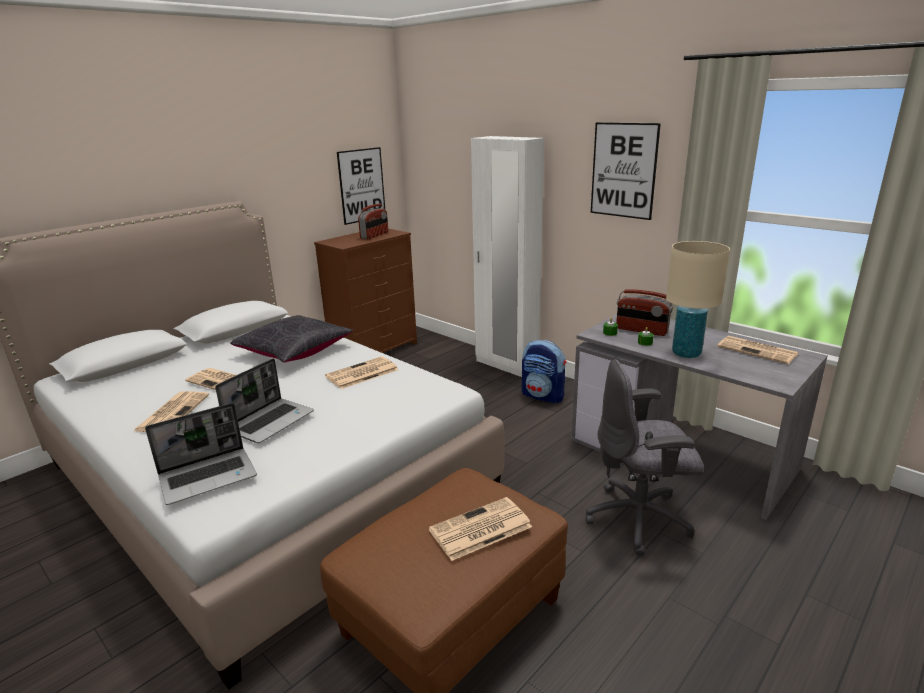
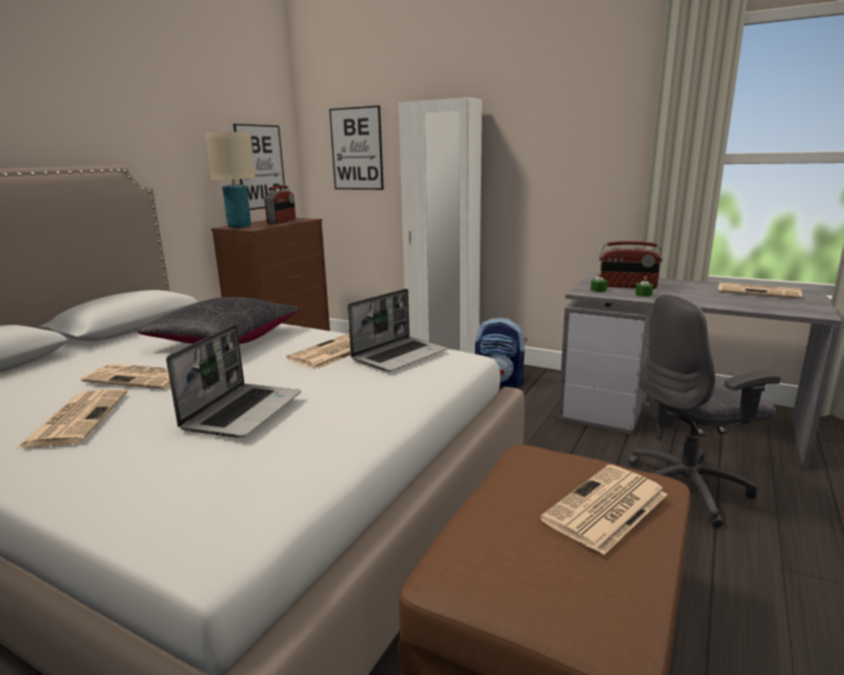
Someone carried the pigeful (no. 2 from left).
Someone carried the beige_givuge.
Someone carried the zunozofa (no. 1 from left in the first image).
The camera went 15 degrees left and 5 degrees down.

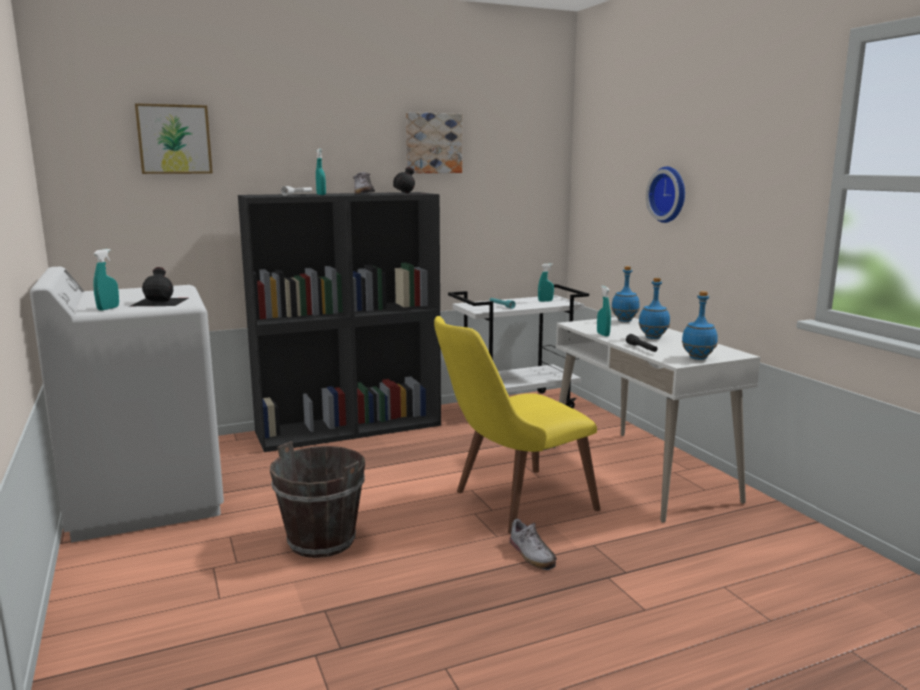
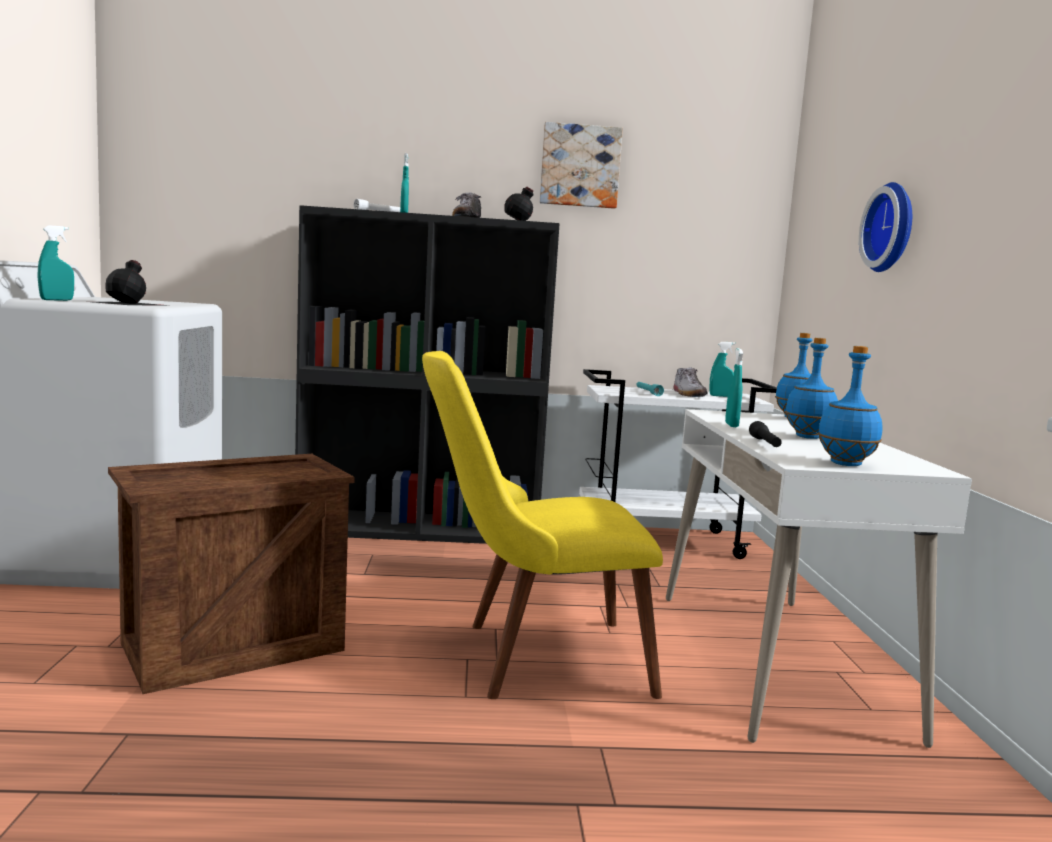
Someone took away the pigeful (no. 1 from left).
Someone swapped the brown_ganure for the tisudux.
Someone carried the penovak (no. 2 from left).
The camera went 20 degrees right and 5 degrees down.

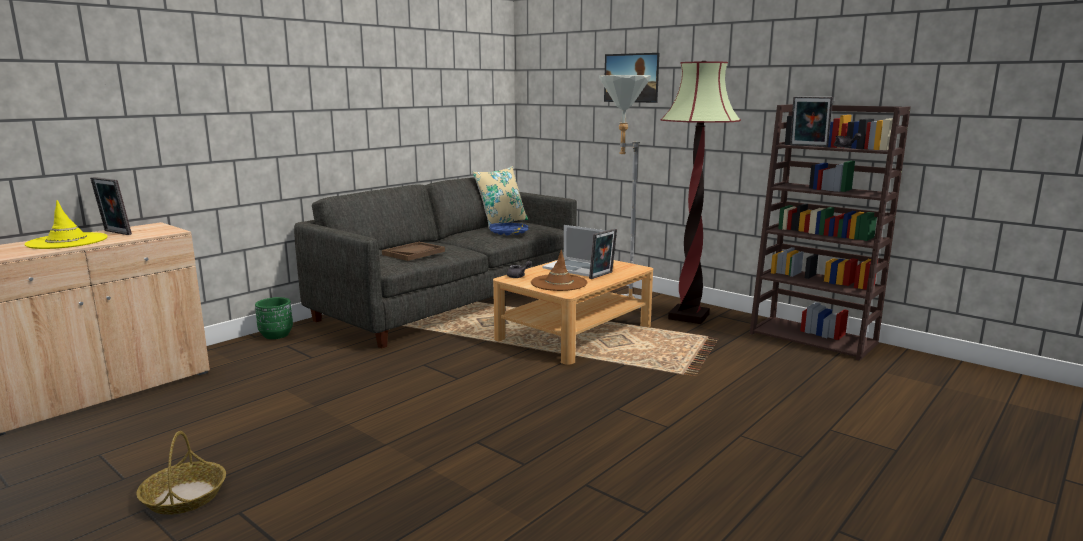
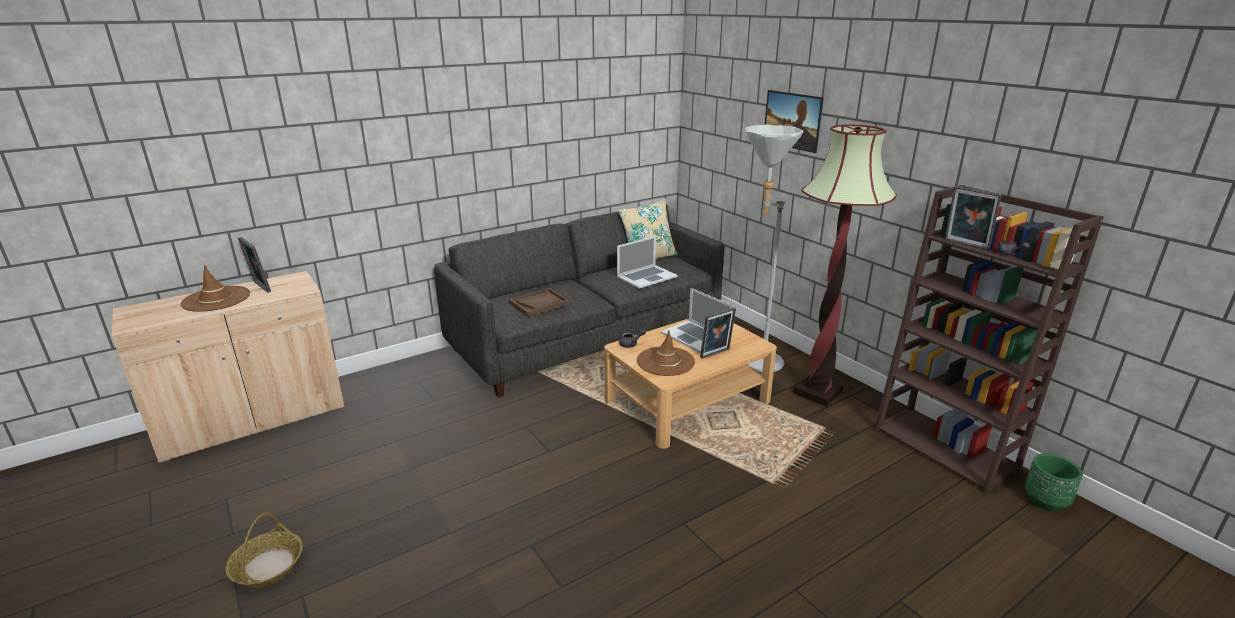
Someone repainted the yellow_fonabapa, which became the brown_fonabapa (no. 1 from left).
Someone swapped the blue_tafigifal for the zunozofa (no. 1 from left).
Someone carried the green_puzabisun.
The camera went 15 degrees right and 10 degrees up.

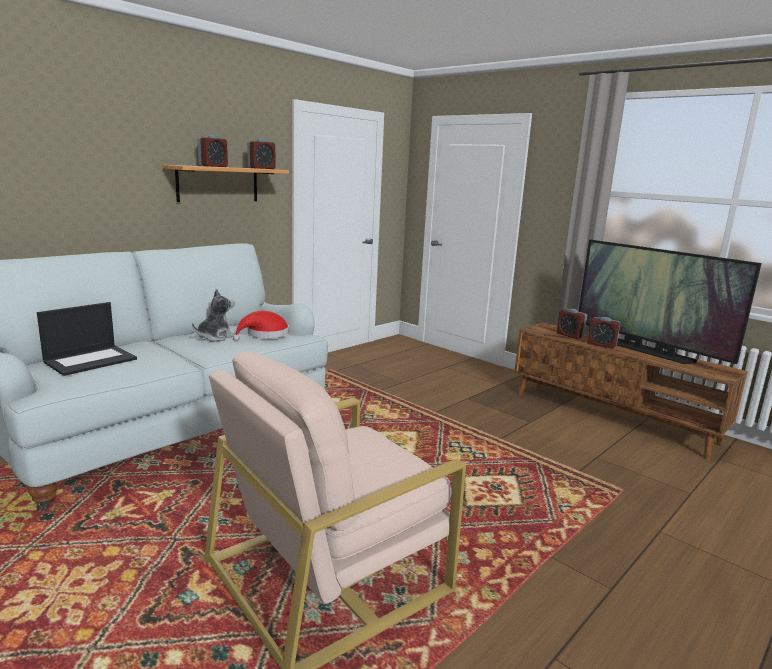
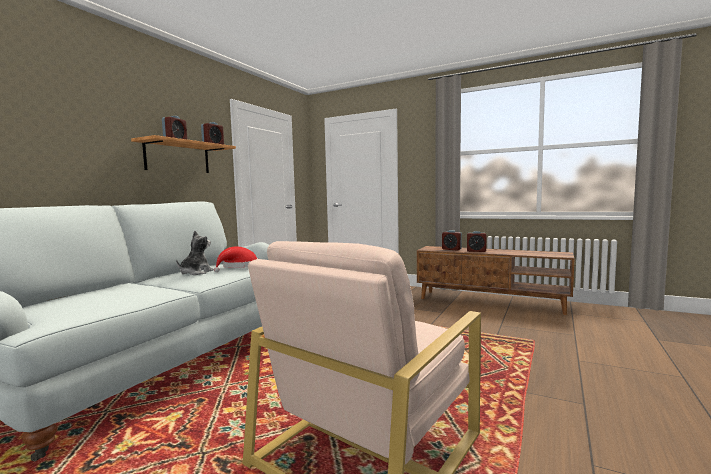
Someone took away the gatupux.
Someone took away the zunozofa.
The camera went 15 degrees left and 10 degrees down.

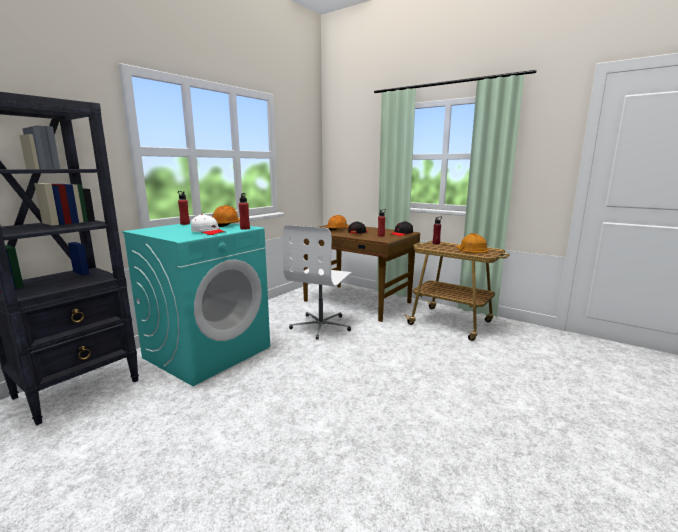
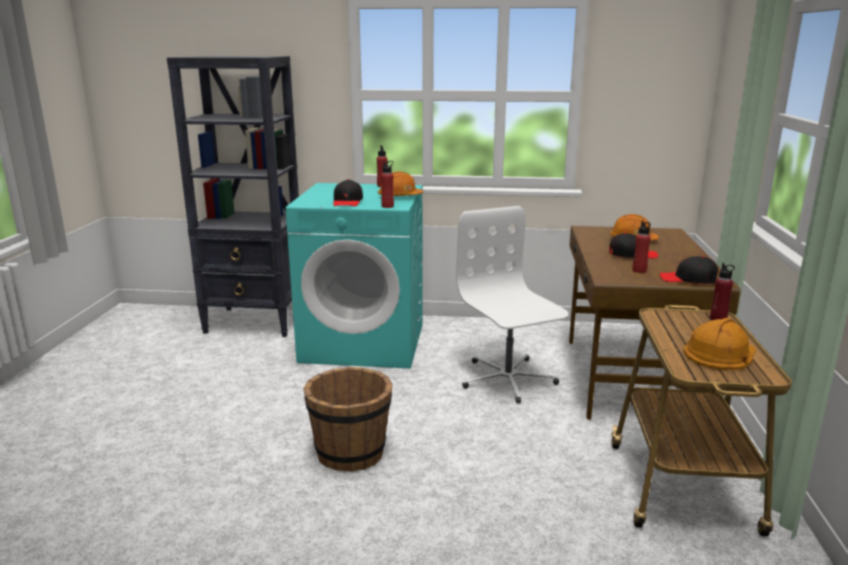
Someone repainted the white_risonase, which became the black_risonase (no. 1 from left).
Someone rotated the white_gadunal by 75 degrees clockwise.
Someone put down the brown_ganure.
The camera went 60 degrees right and 5 degrees up.

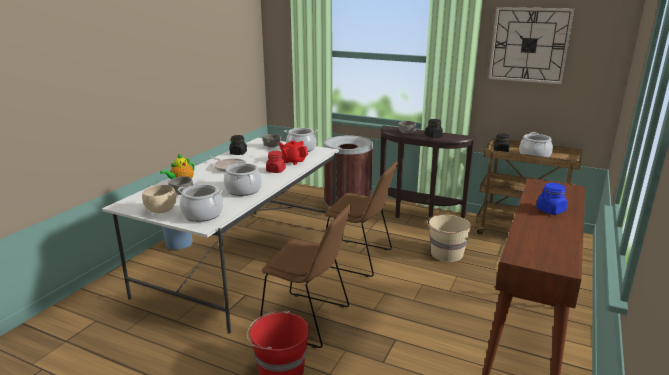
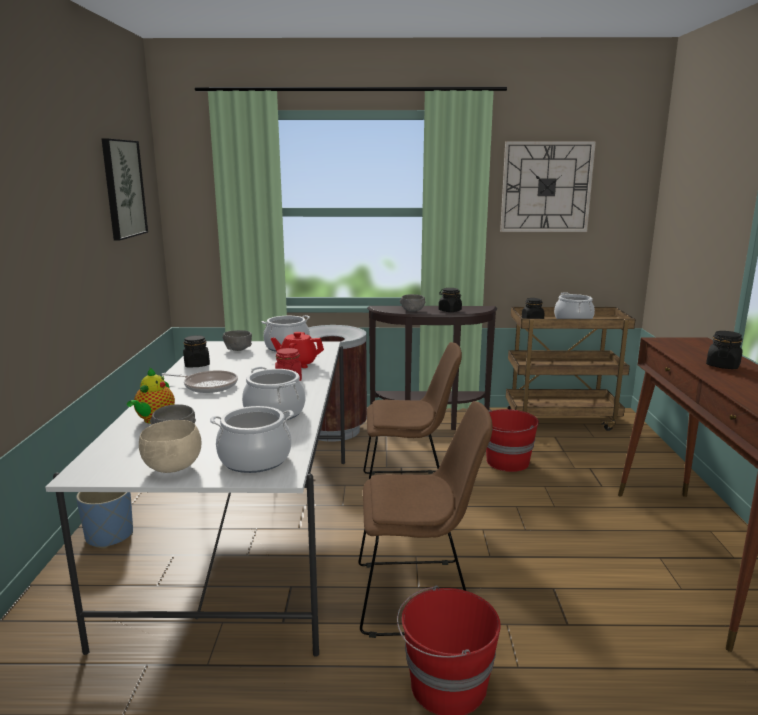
Someone repainted the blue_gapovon, which became the black_gapovon (no. 4 from left).
Someone repainted the beige_ganure, which became the red_ganure (no. 2 from left).
Someone put up the pigeful.
The camera went 25 degrees left and 5 degrees down.

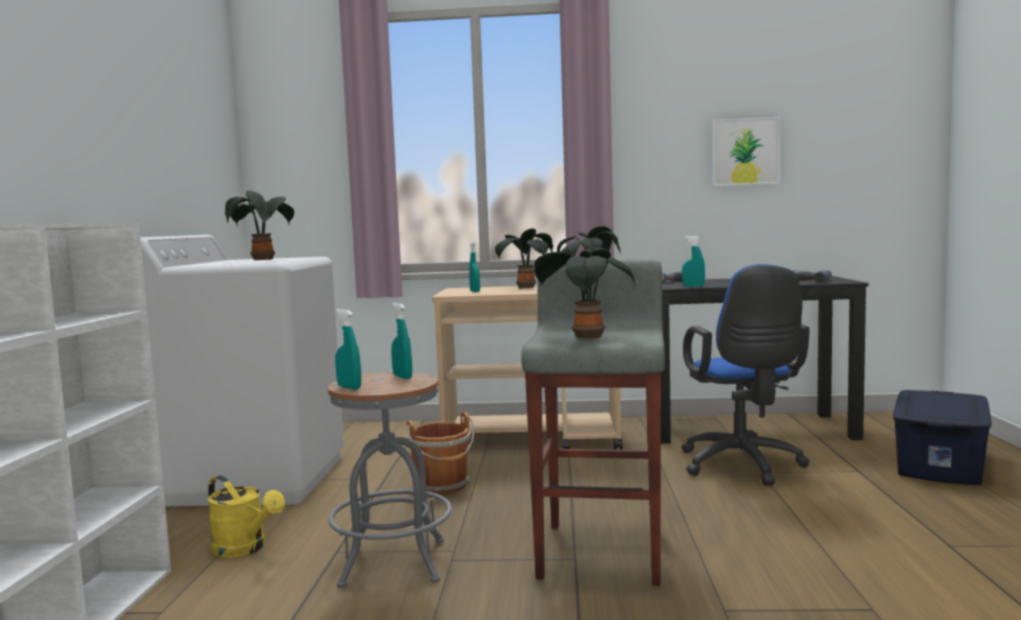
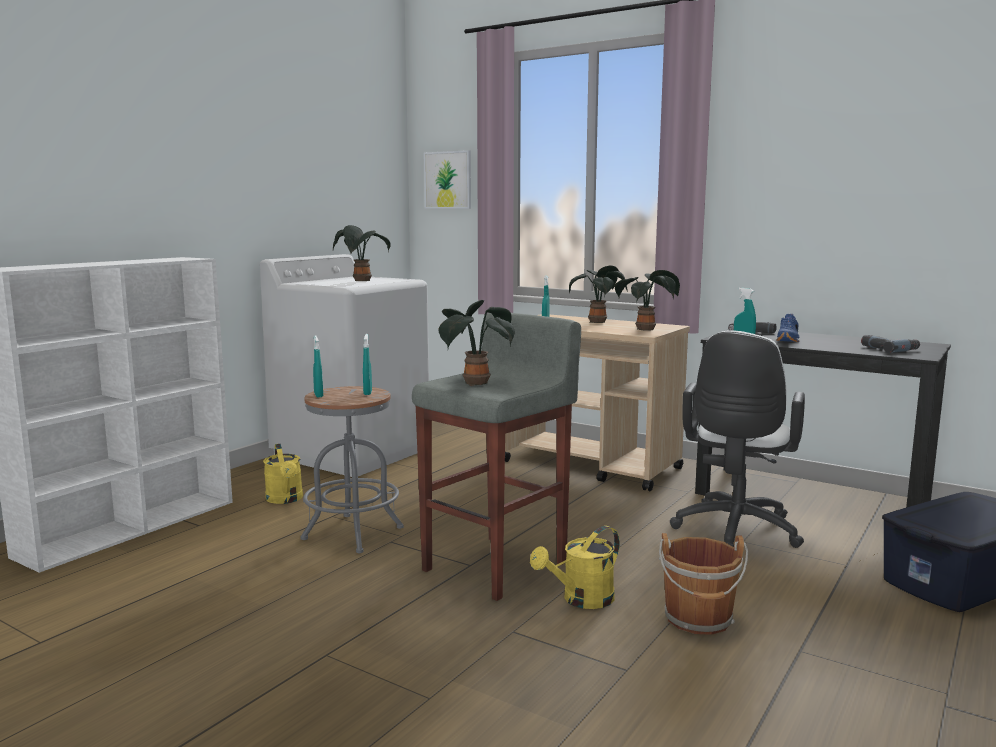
Someone carried the pigeful.
Someone repainted the blue_gadunal, which became the white_gadunal.
Someone carried the brown_ganure.
Someone put down the blue_penovak.
Someone put down the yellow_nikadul (no. 2 from left).
The camera went 30 degrees right and 5 degrees up.

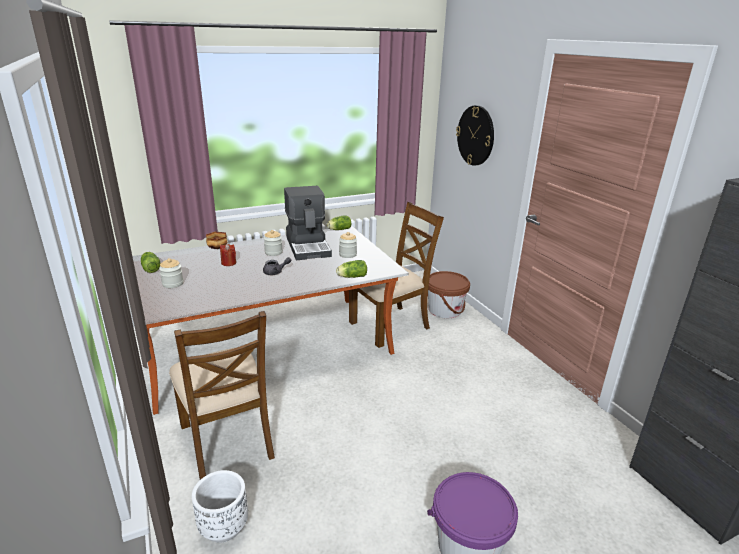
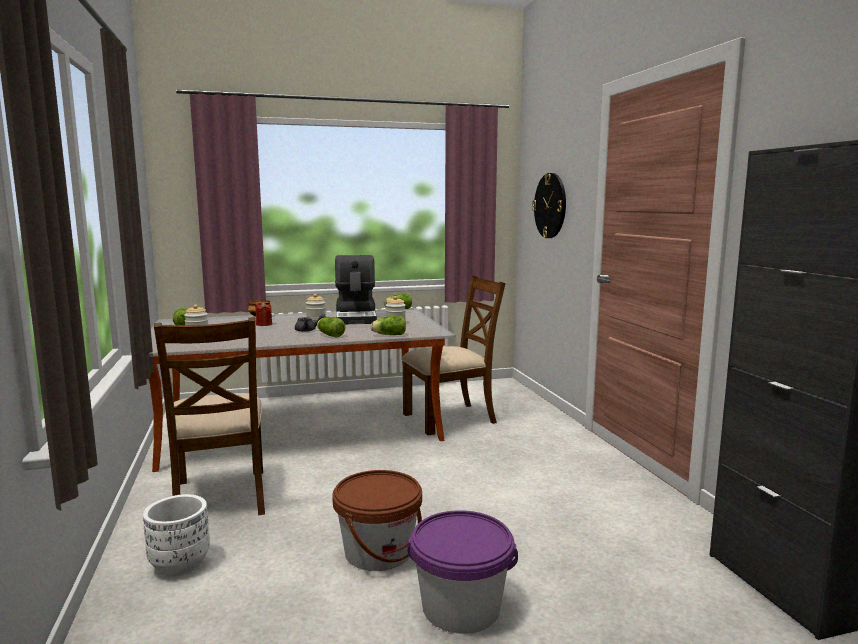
Someone carried the brown_ganure.
Someone put down the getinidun (no. 2 from left).
The camera went 10 degrees right and 15 degrees down.

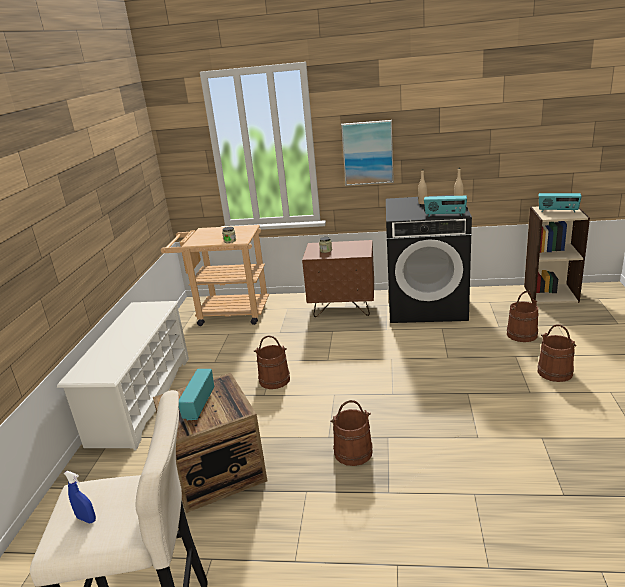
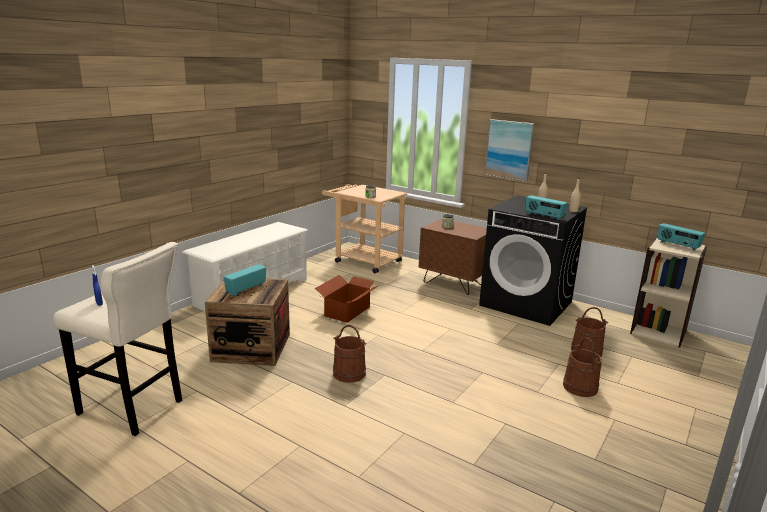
Someone swapped the brown_ganure (no. 1 from left) for the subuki.
The camera went 25 degrees right and 5 degrees down.

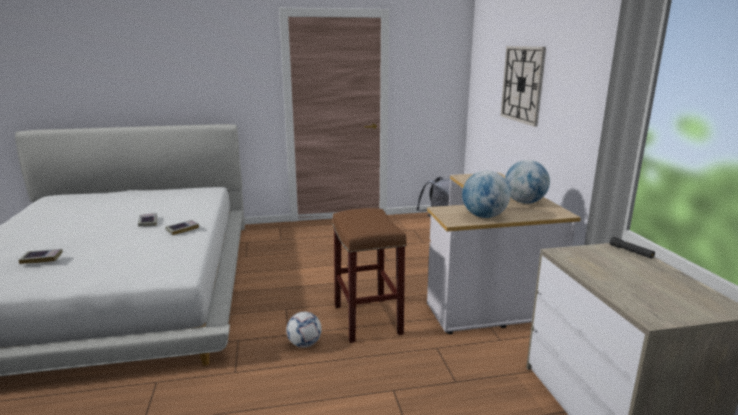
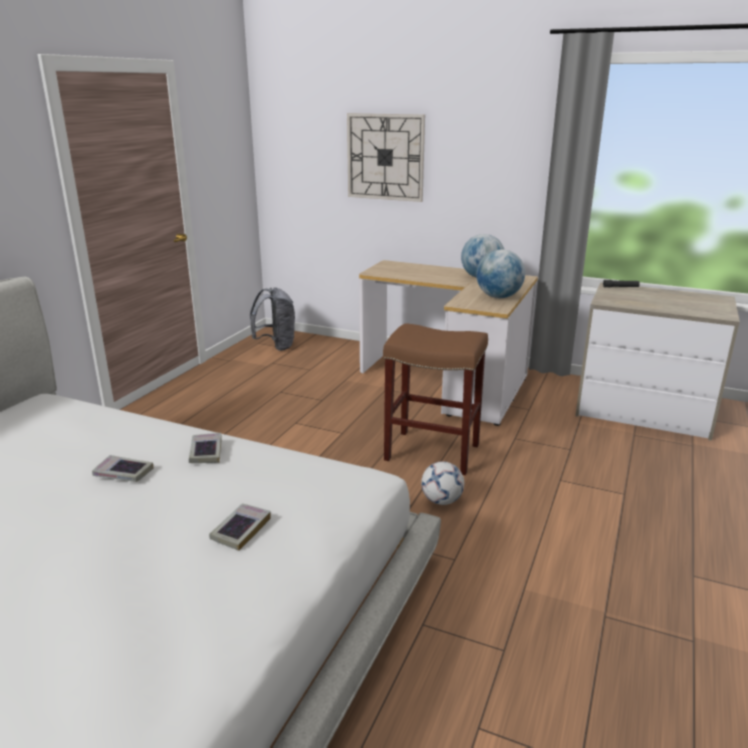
Someone carried the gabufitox (no. 1 from left in the first image).
The camera went 55 degrees left and 5 degrees up.

